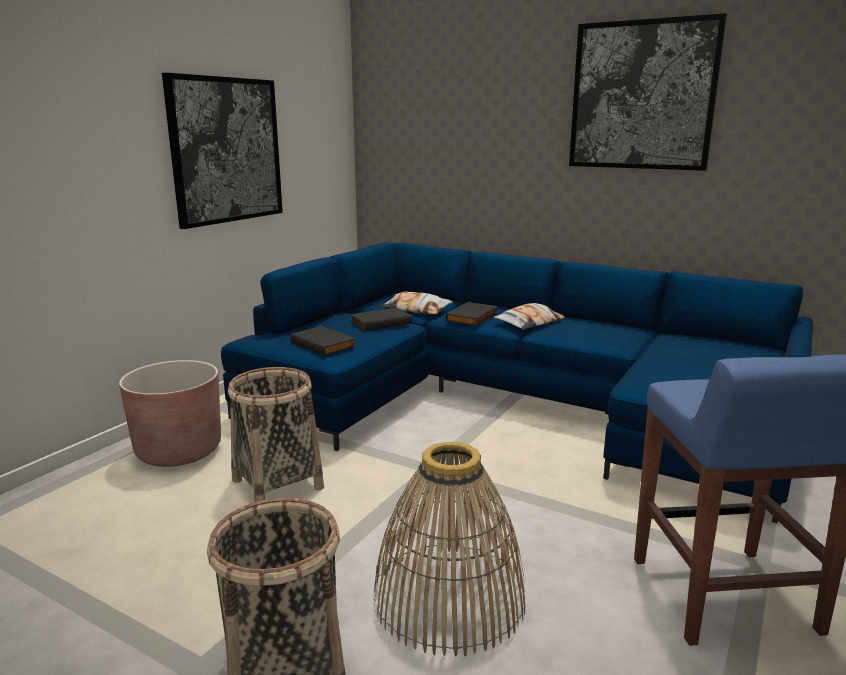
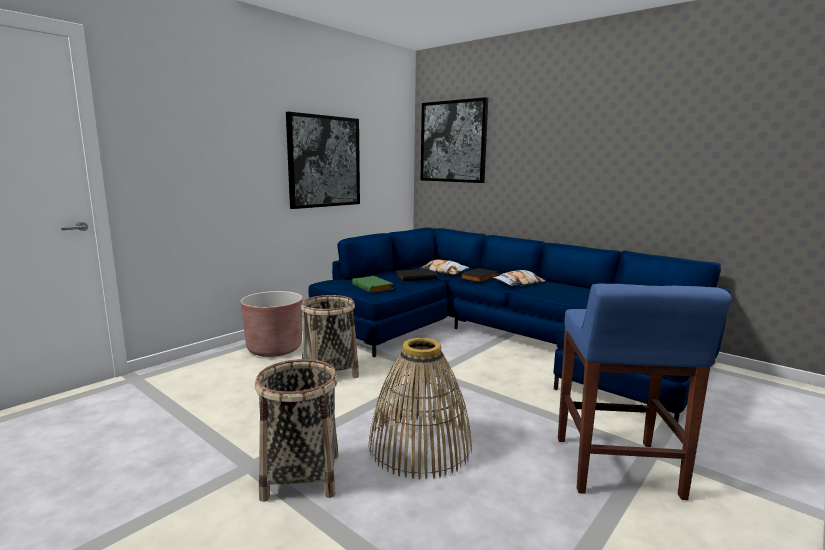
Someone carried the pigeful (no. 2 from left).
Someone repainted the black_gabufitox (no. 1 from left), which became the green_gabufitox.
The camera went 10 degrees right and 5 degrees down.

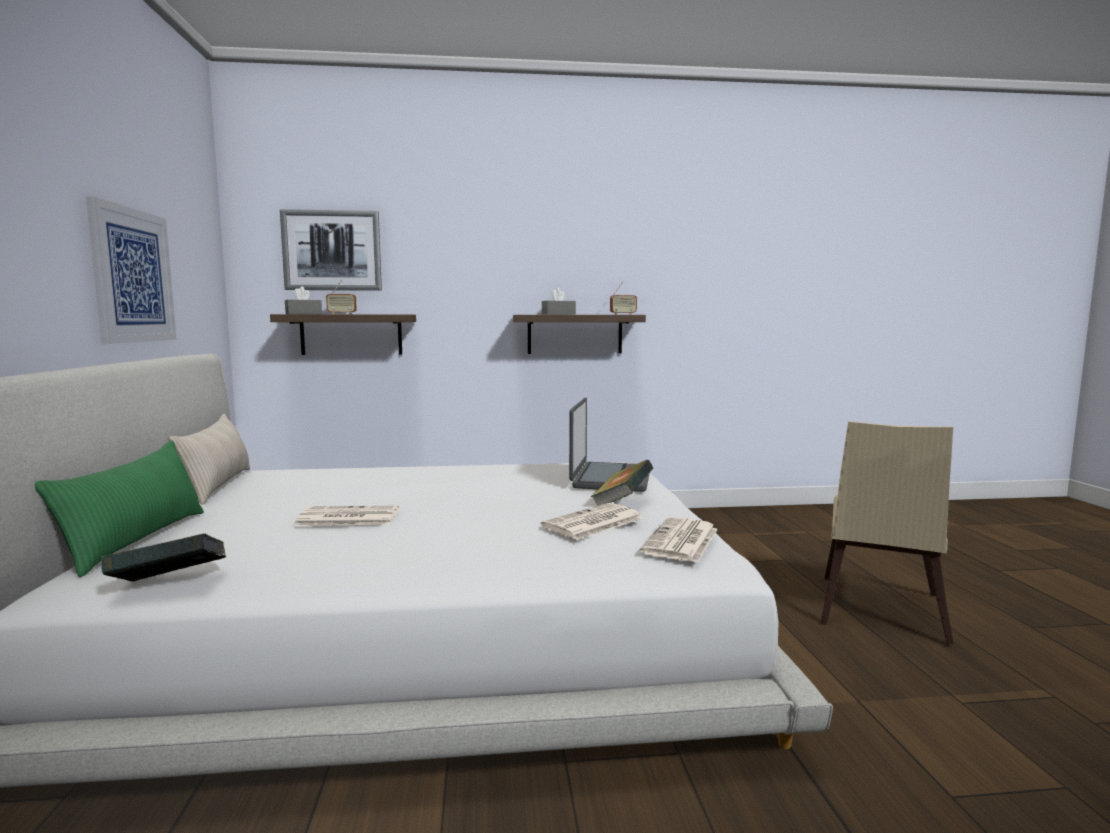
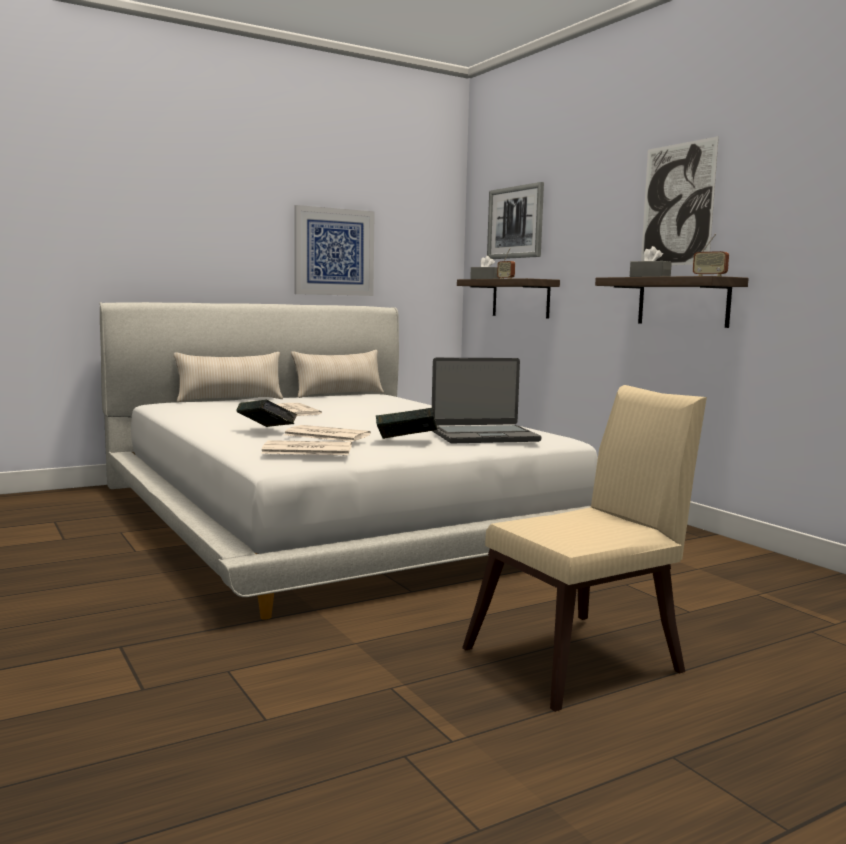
Someone rotated the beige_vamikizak by 150 degrees clockwise.
Someone repainted the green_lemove, which became the beige_lemove (no. 1 from left).
Someone carried the gabufitox (no. 1 from left).
Someone put up the pigeful (no. 3 from left).
The camera went 65 degrees right and 0 degrees up.

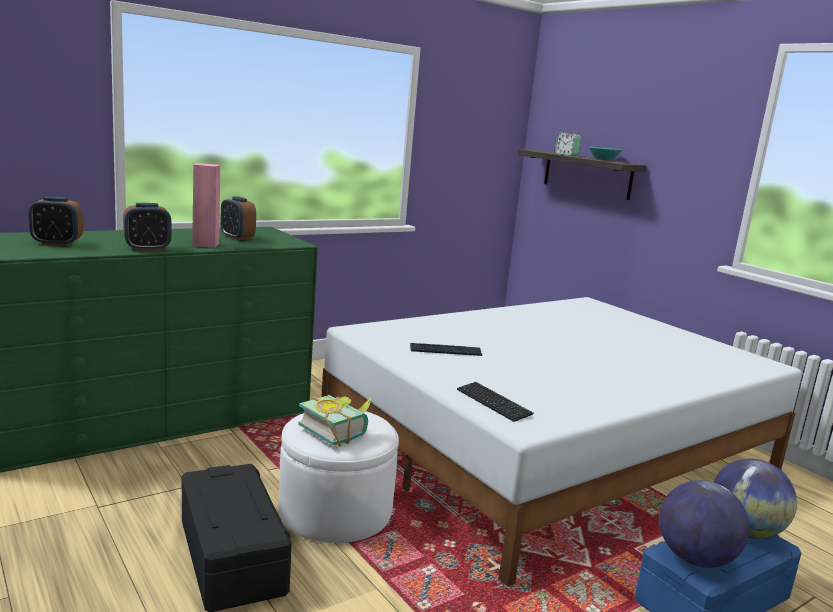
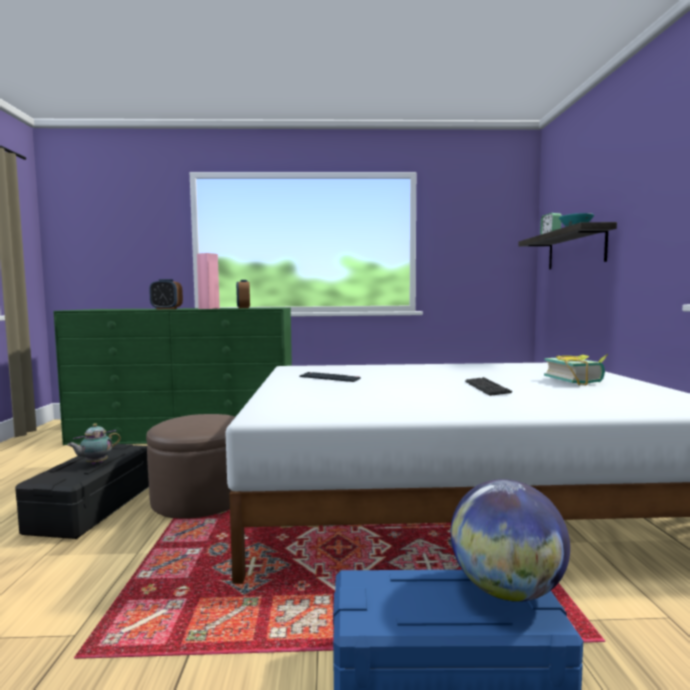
Someone took away the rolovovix (no. 1 from left).
Someone carried the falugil (no. 2 from left).
Someone carried the gabufitox.
Someone repainted the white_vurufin, which became the brown_vurufin.
Someone took away the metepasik (no. 1 from left).
Someone put down the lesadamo.
The camera went 35 degrees right and 10 degrees down.

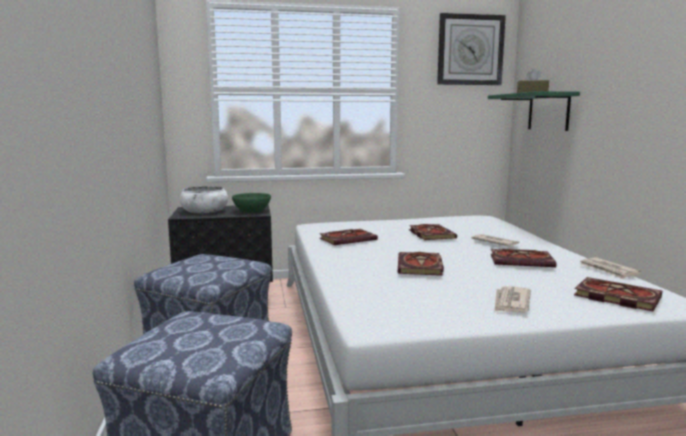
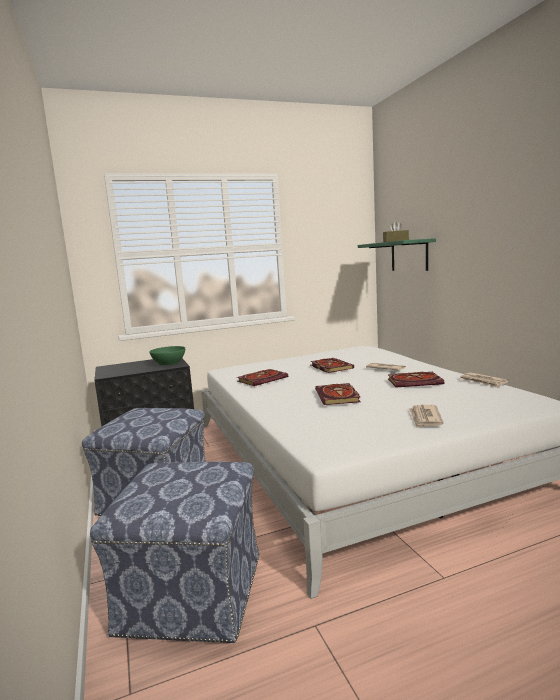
Someone took away the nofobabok.
Someone took away the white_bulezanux.
Someone took away the gabufitox (no. 5 from left).
The camera went 10 degrees left and 0 degrees up.

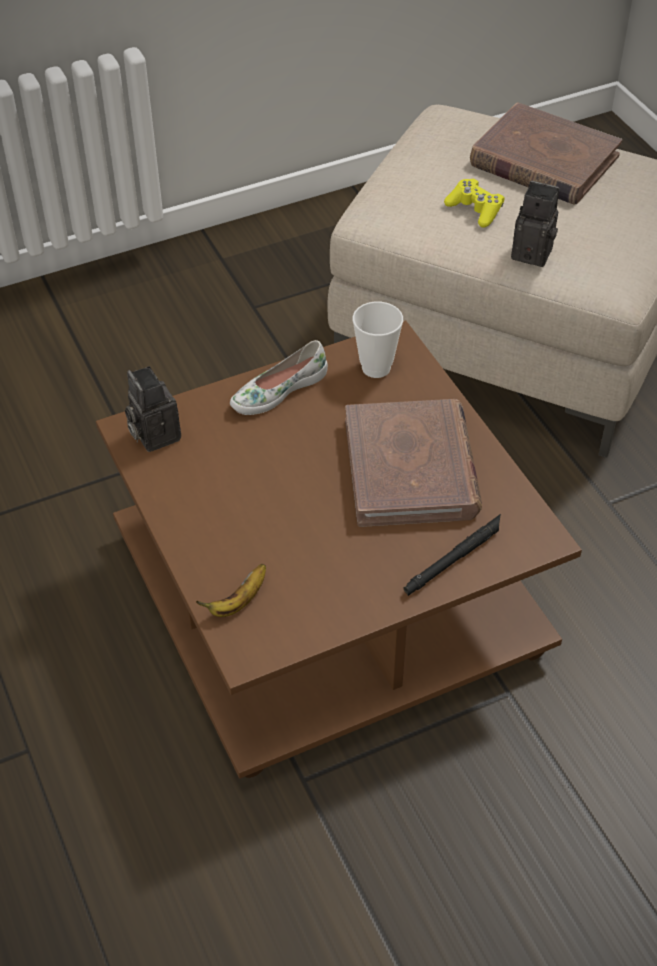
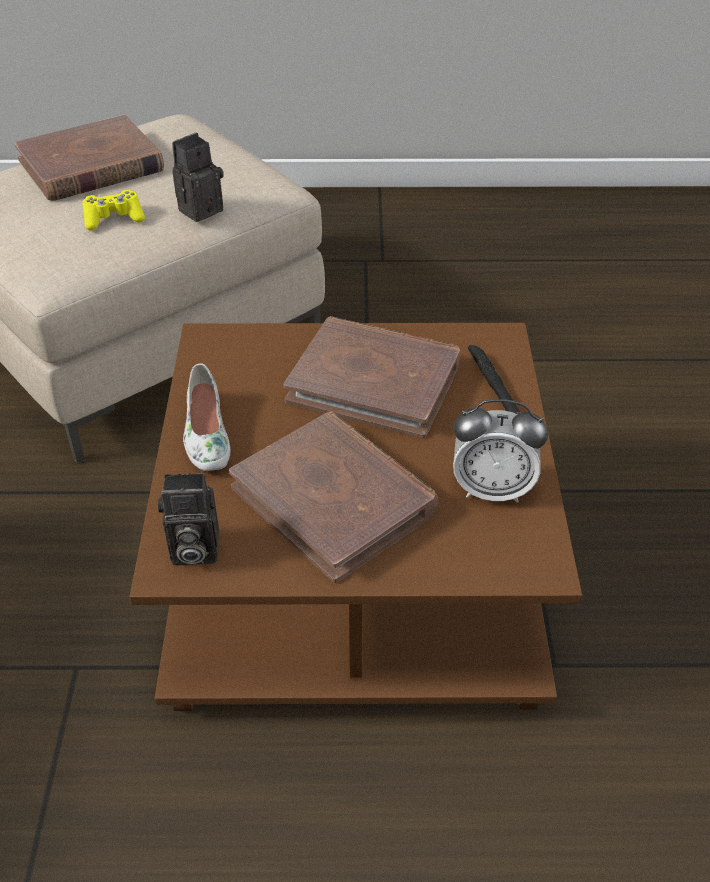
Someone took away the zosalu.
Someone took away the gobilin.
Someone put down the rolovovix.
Someone put down the brown_gabufitox (no. 2 from left).
The camera went 65 degrees left and 5 degrees down.

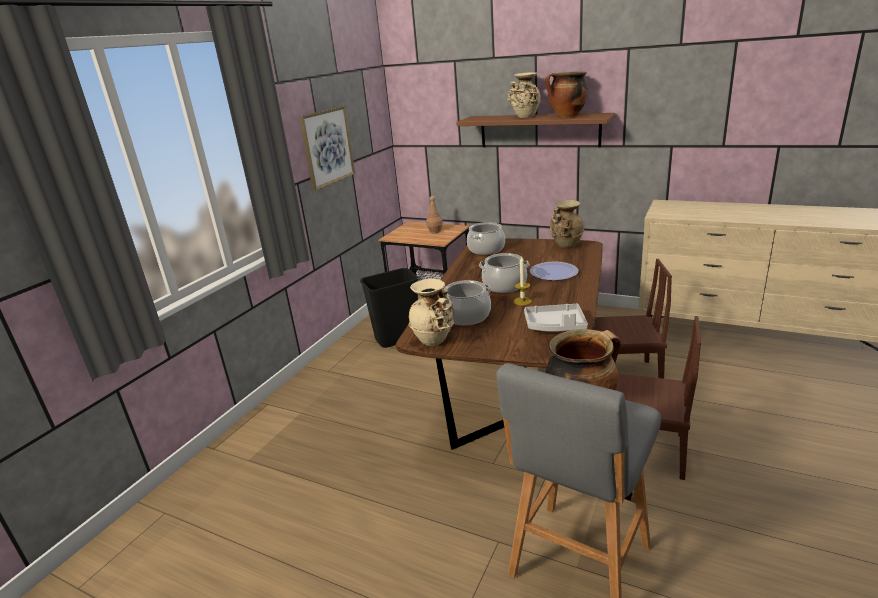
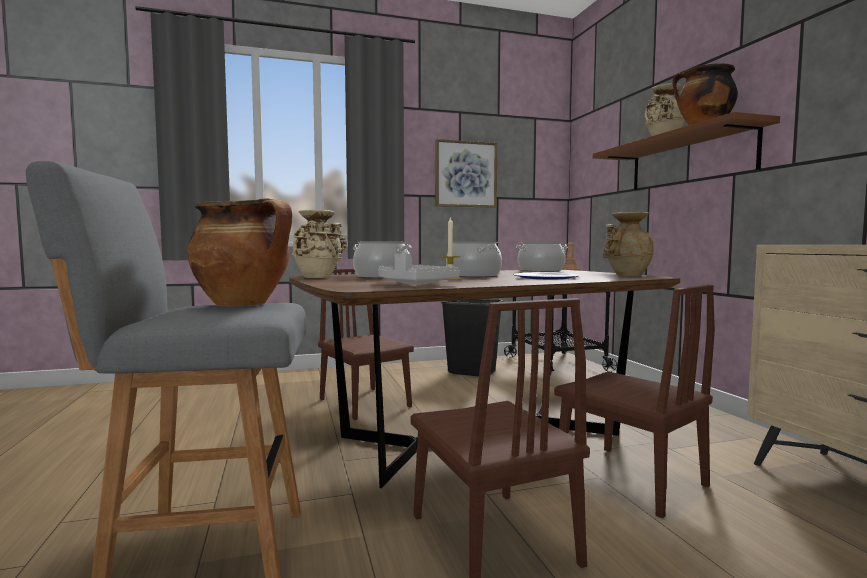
Someone put down the brown_vamikizak (no. 1 from left).
The camera went 45 degrees right and 20 degrees down.

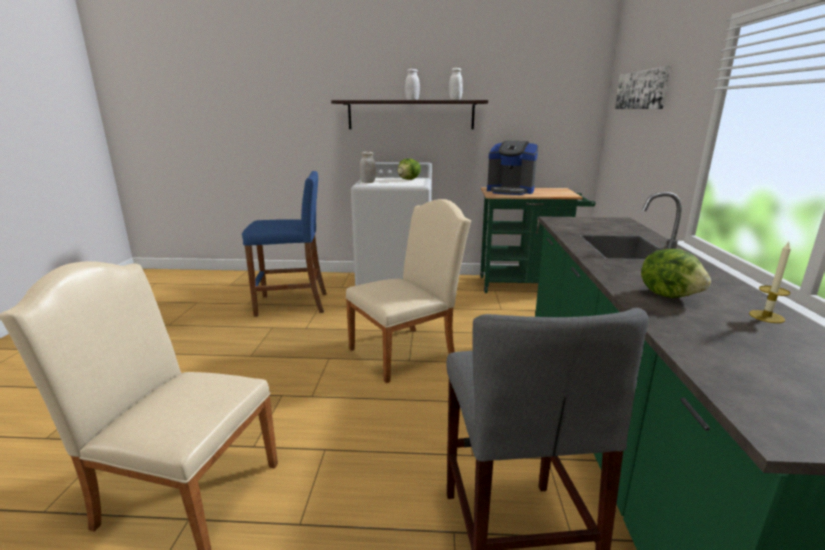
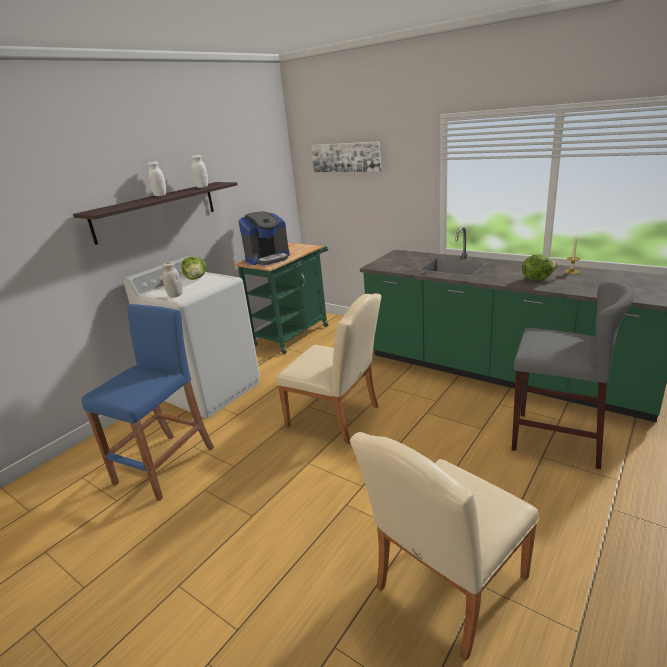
Someone rotated the beige_vamikizak (no. 2 from left in the first image) by 120 degrees clockwise.
The camera went 55 degrees left and 5 degrees up.

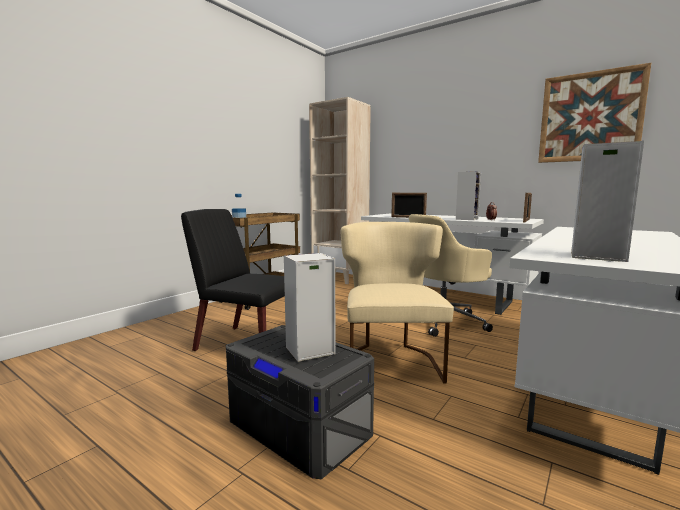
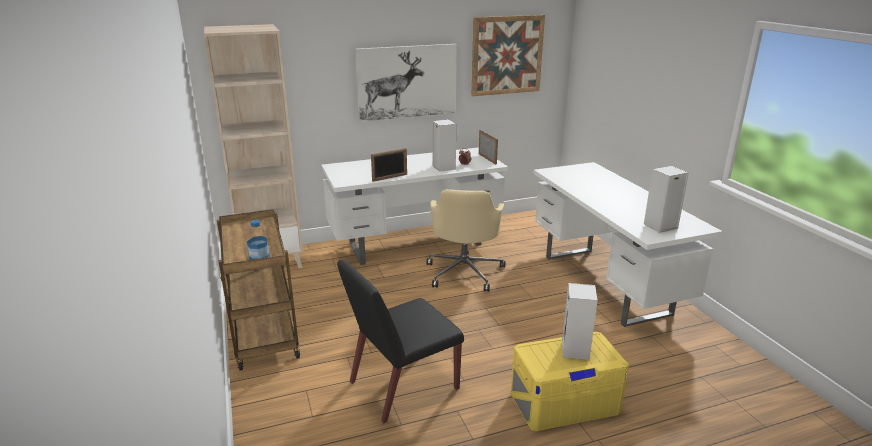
Someone took away the beige_vamikizak.
Someone repainted the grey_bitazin, which became the yellow_bitazin.
Someone put up the pigeful (no. 1 from left).
The camera went 55 degrees left and 15 degrees up.

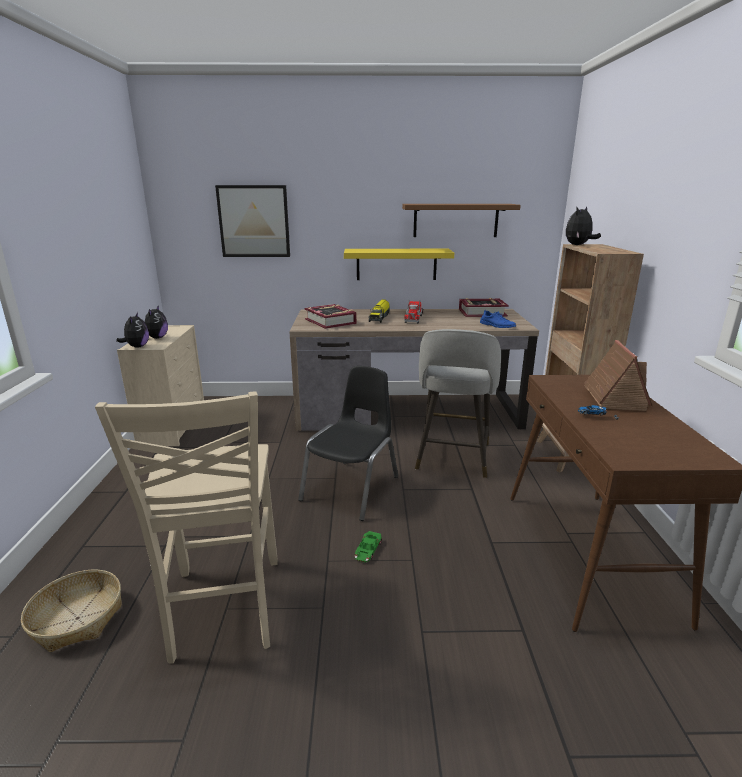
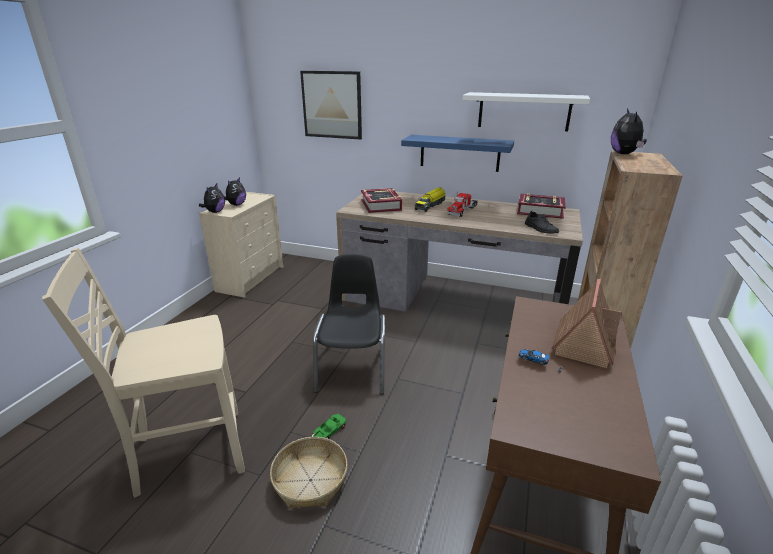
Someone repainted the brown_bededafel, which became the white_bededafel.
Someone rotated the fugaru (no. 3 from left) by 60 degrees counterclockwise.
Someone repainted the yellow_bededafel, which became the blue_bededafel.
Someone repainted the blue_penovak, which became the black_penovak.
Someone took away the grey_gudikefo.
Someone rotated the black_vamikizak by 45 degrees counterclockwise.
Someone rotated the beige_vamikizak by 60 degrees clockwise.
Someone carried the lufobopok.
The camera went 20 degrees right and 5 degrees up.

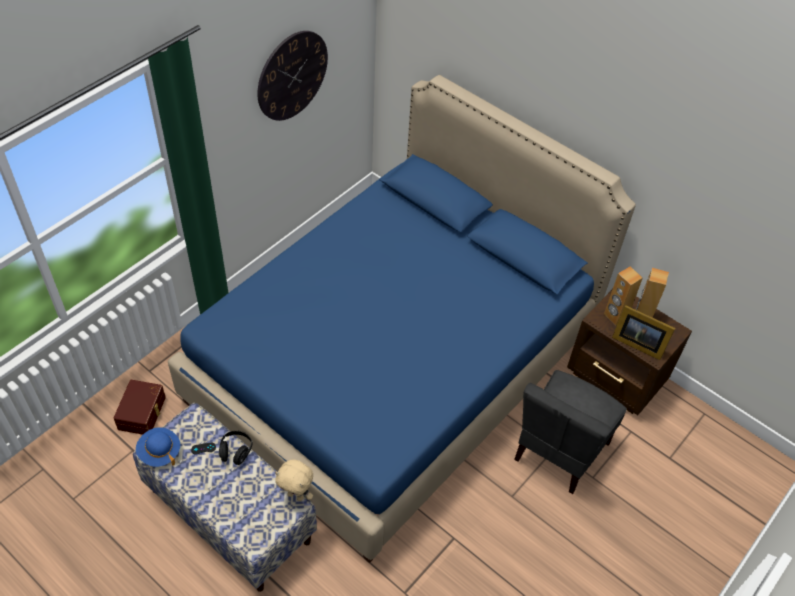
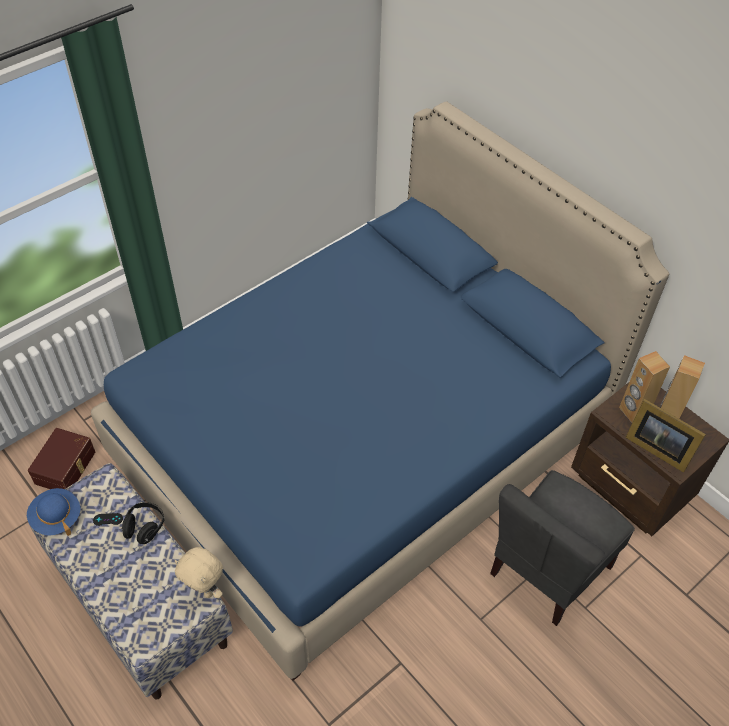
Someone took away the nofobabok.
The camera went 10 degrees right and 0 degrees up.

